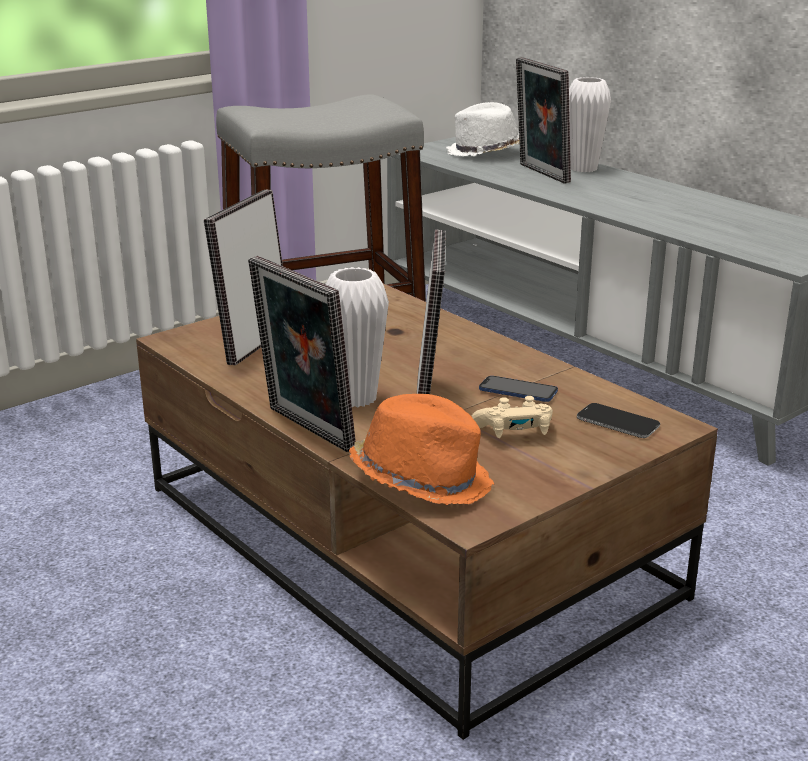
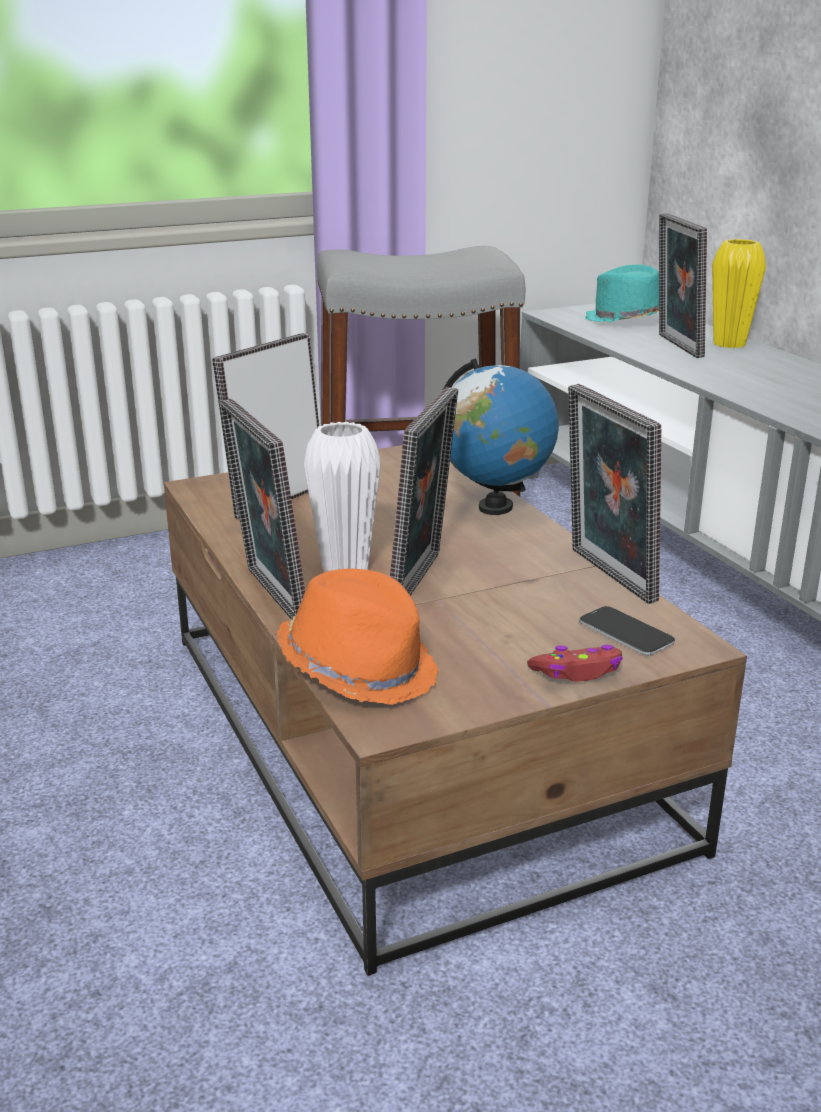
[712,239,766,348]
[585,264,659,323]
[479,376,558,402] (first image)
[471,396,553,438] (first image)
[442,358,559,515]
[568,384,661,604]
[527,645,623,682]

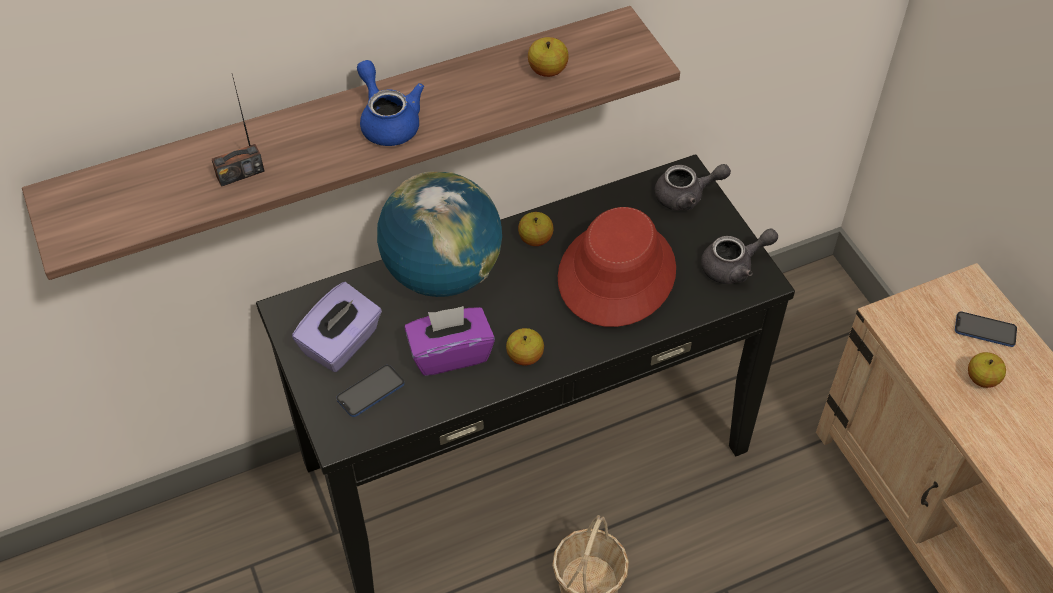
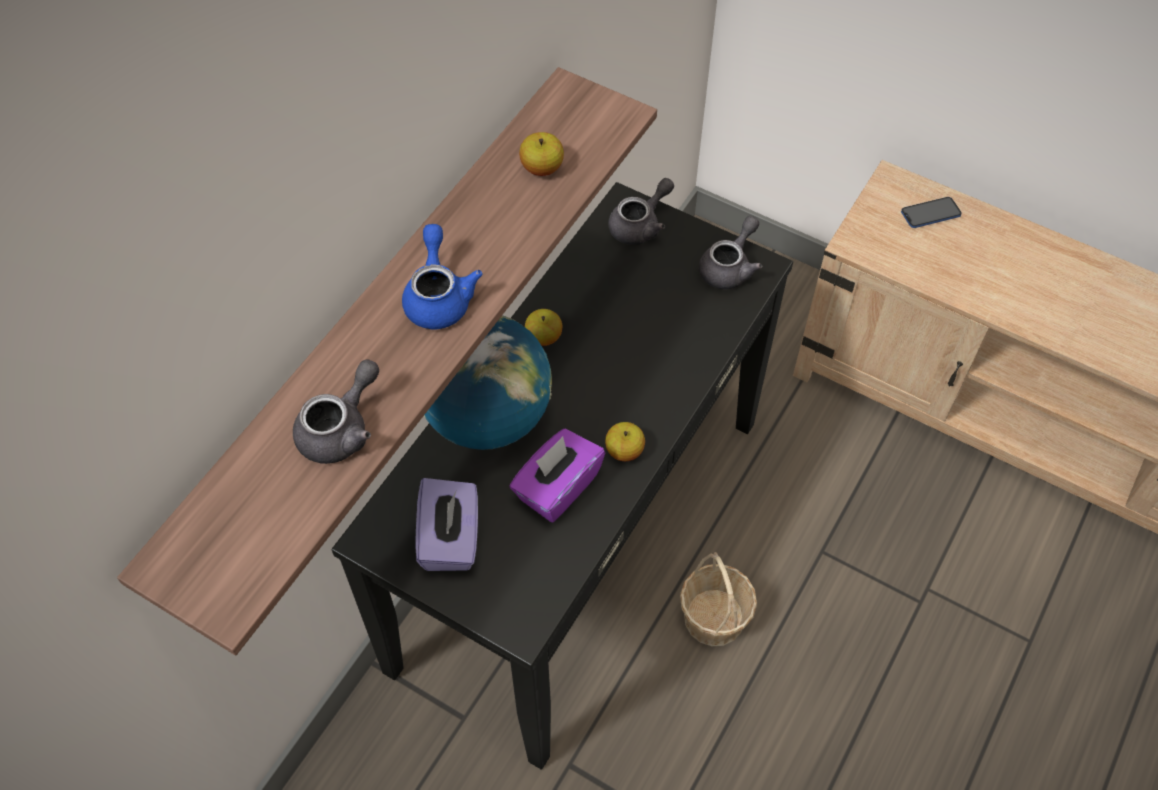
[402,224,482,329]
[293,359,379,464]
[558,207,676,327] (first image)
[968,352,1006,388] (first image)
[336,365,404,417] (first image)

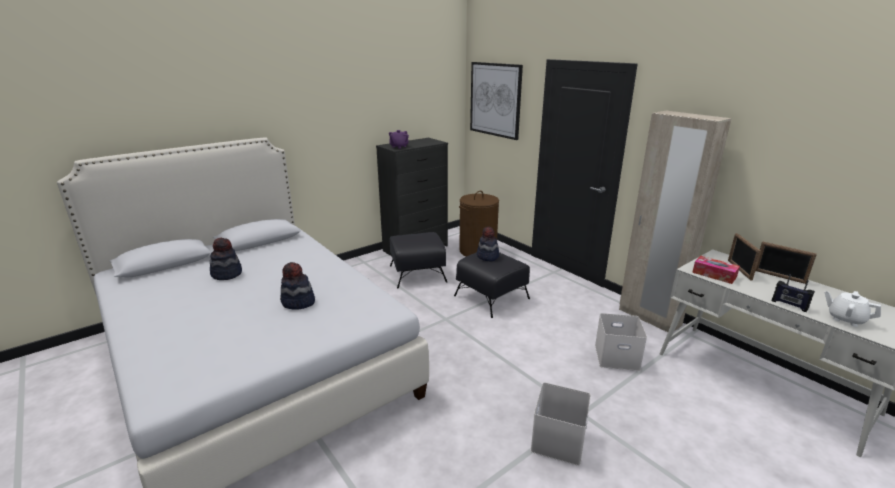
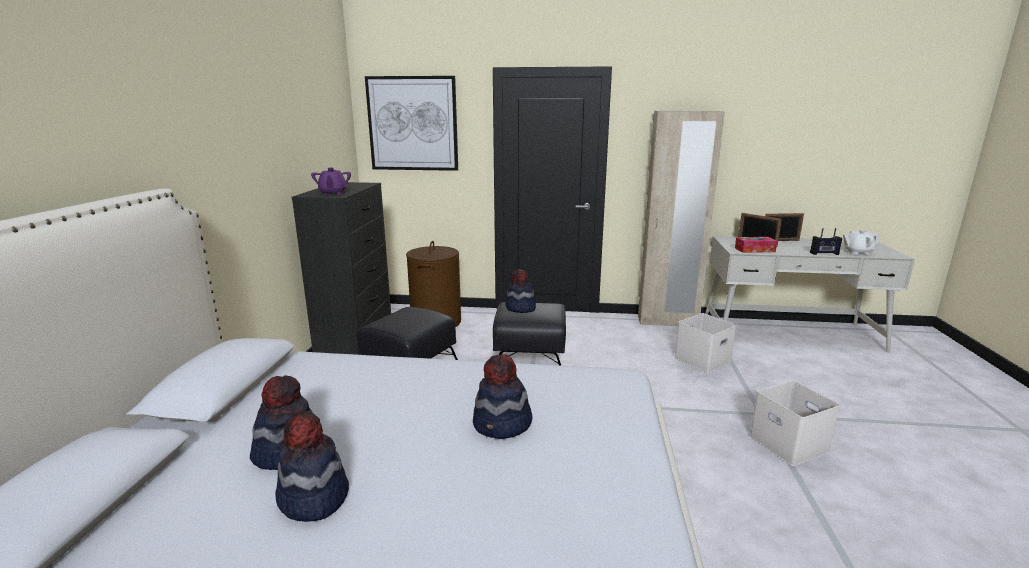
[275,411,349,522]

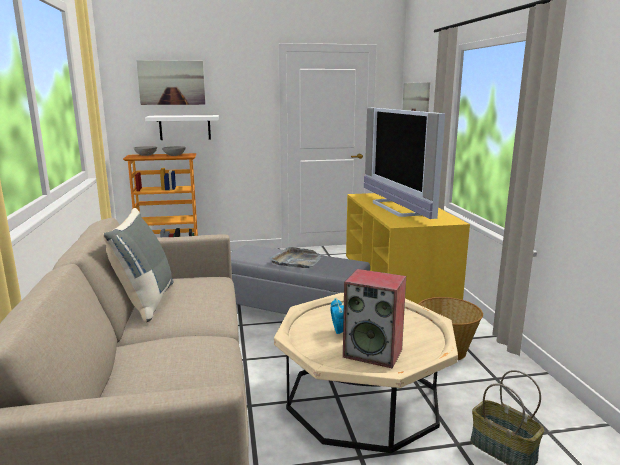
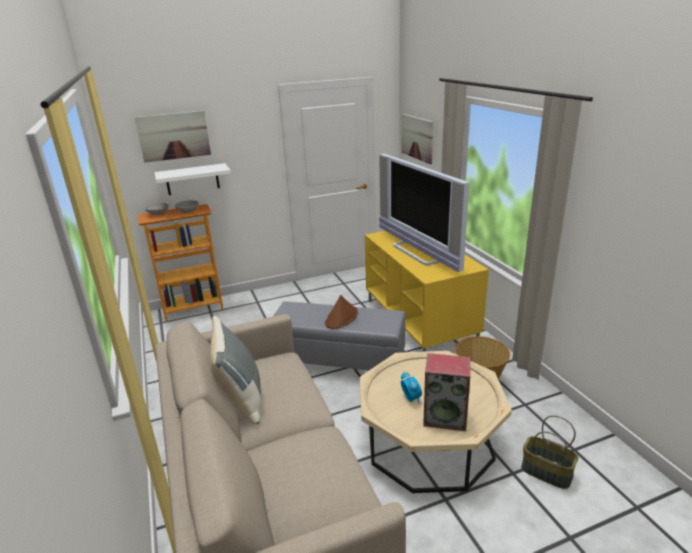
[325,295,358,329]

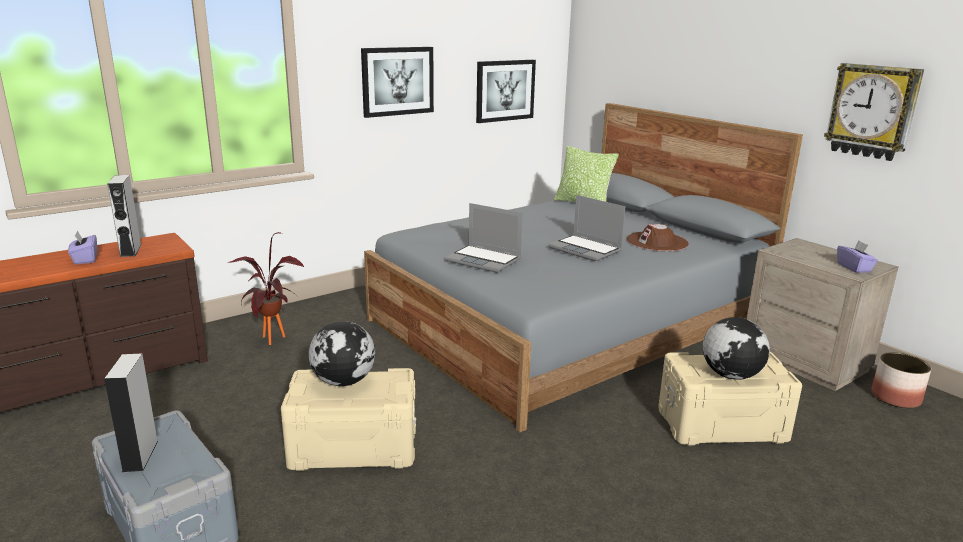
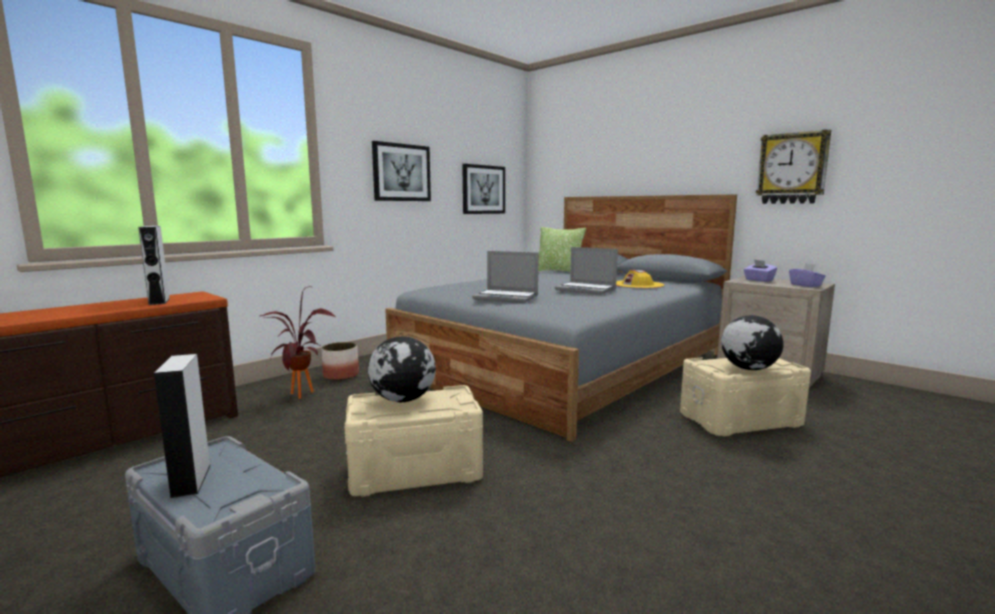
[616,270,664,289]
[744,260,777,282]
[321,342,359,380]

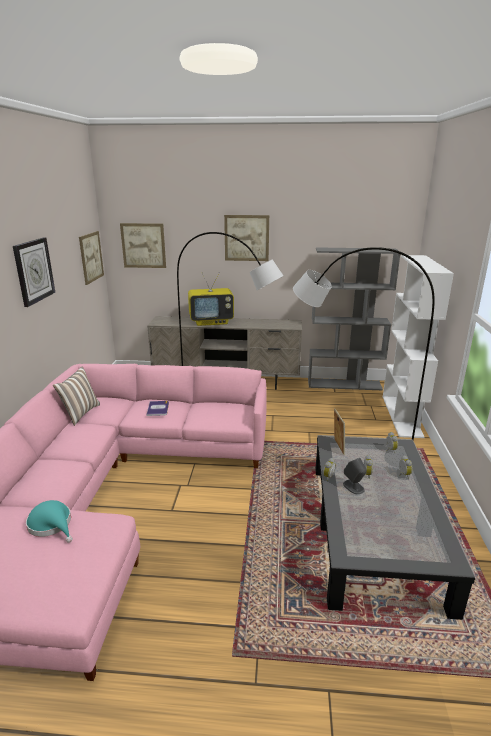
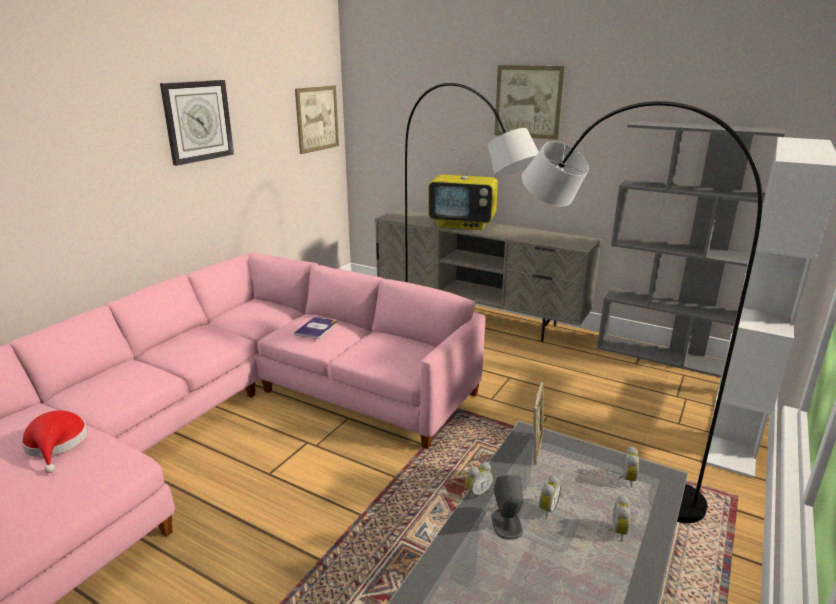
[120,223,166,268] (first image)
[53,367,100,426] (first image)
[21,410,88,473]

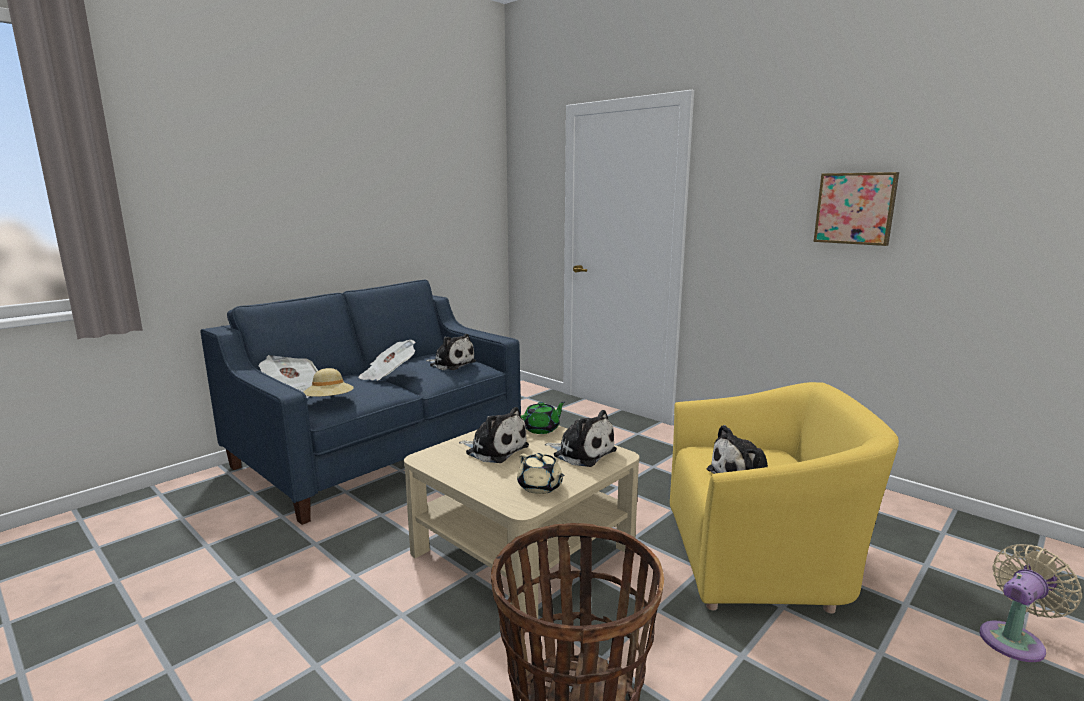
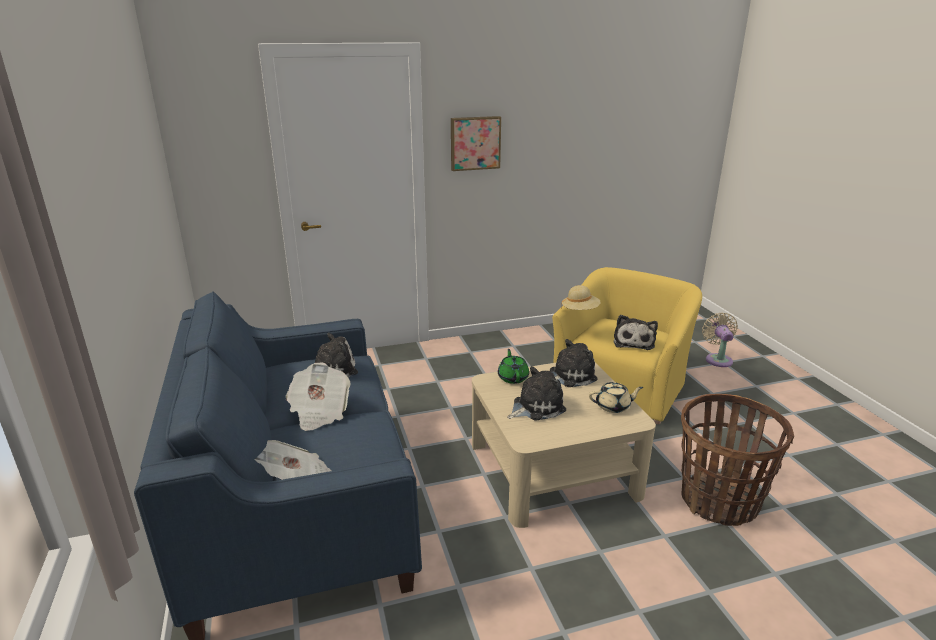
[451,116,501,171]
[561,285,601,310]

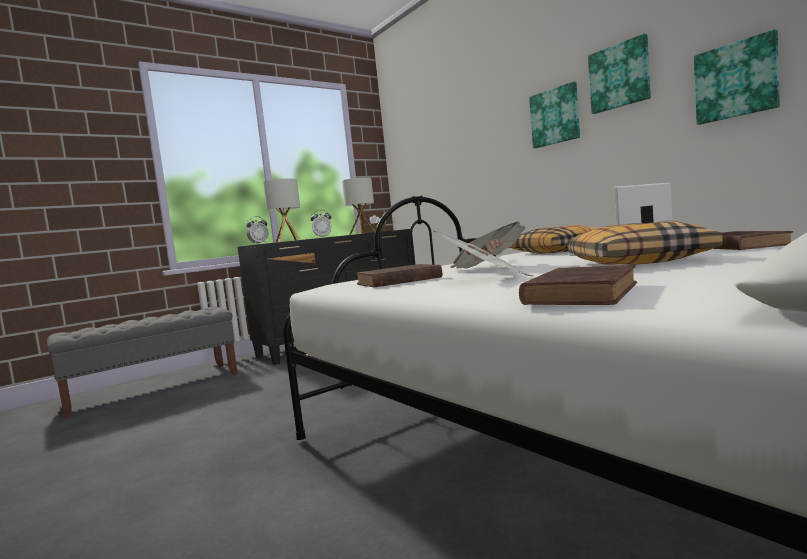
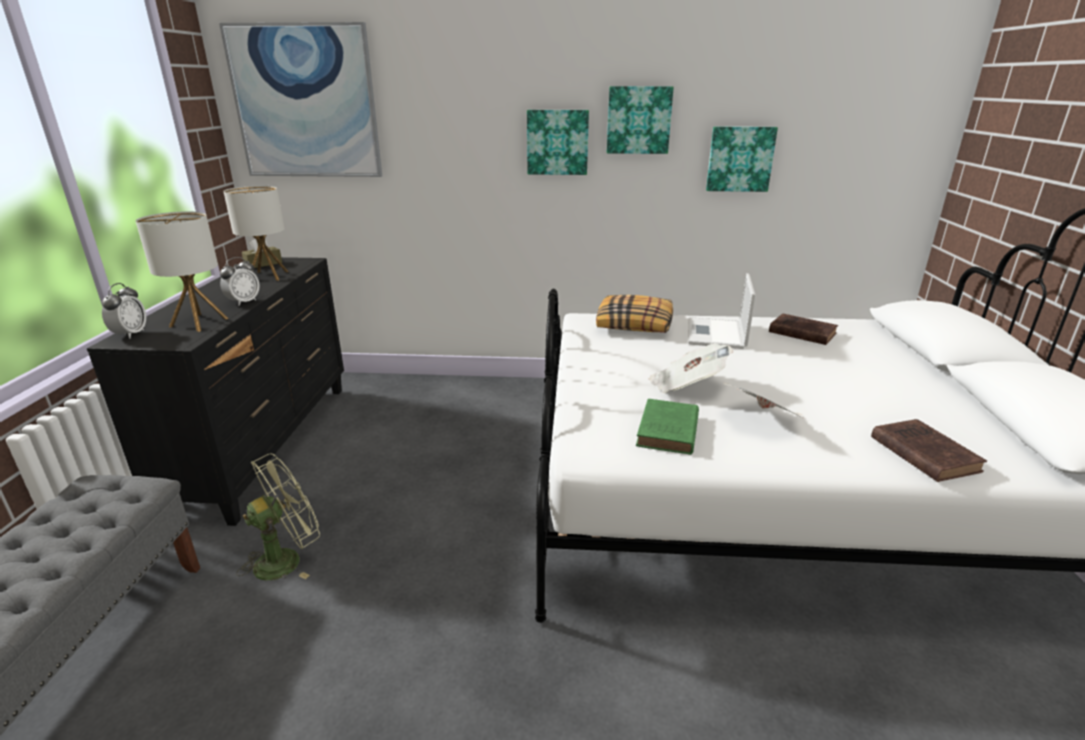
[568,221,723,265] (first image)
[636,399,699,455]
[219,22,382,177]
[236,453,320,580]

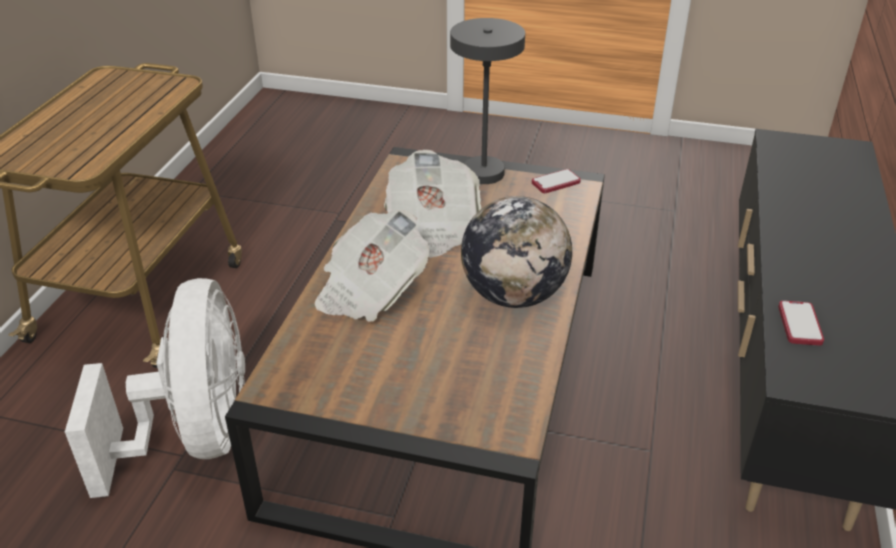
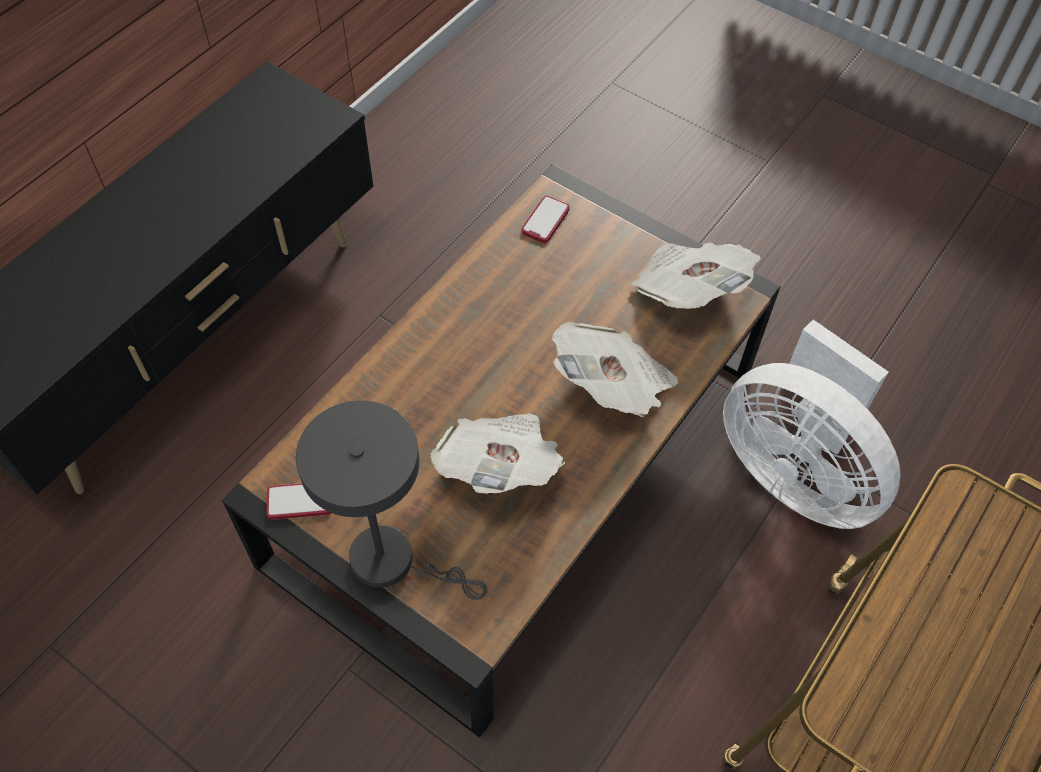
[461,196,572,308] (first image)
[723,320,901,529]
[521,196,570,243]
[630,242,761,309]

